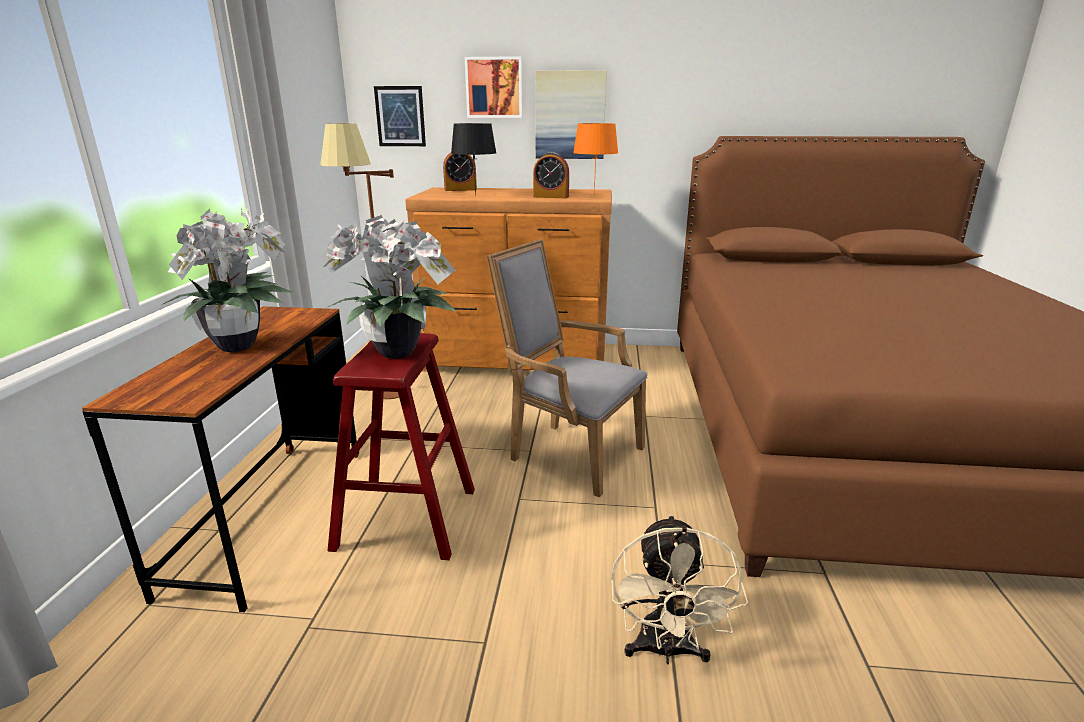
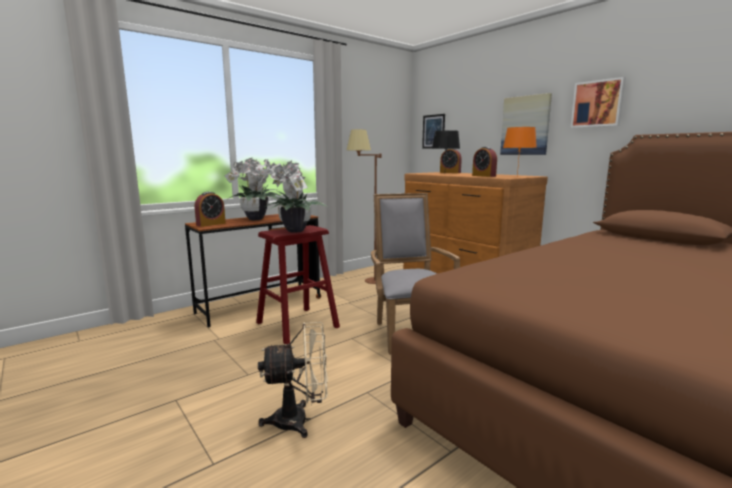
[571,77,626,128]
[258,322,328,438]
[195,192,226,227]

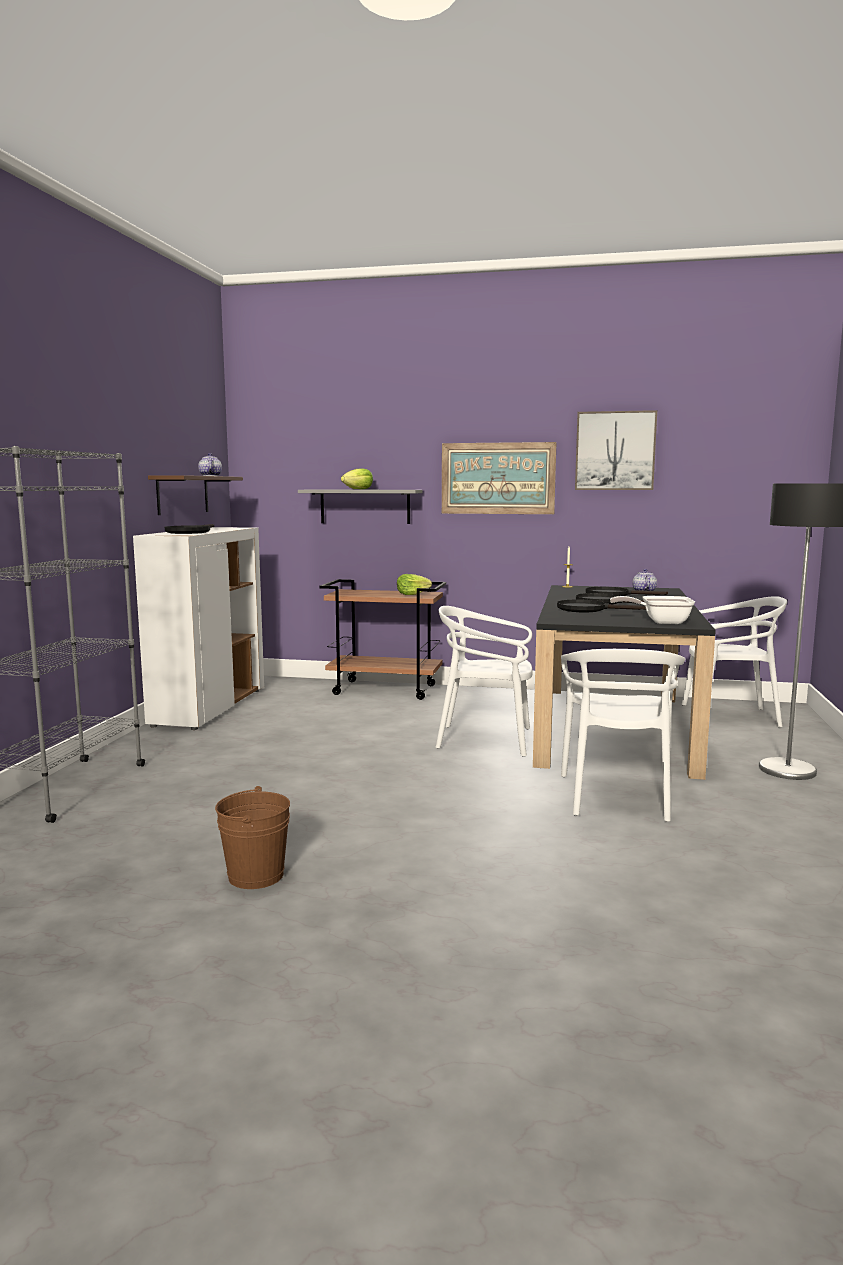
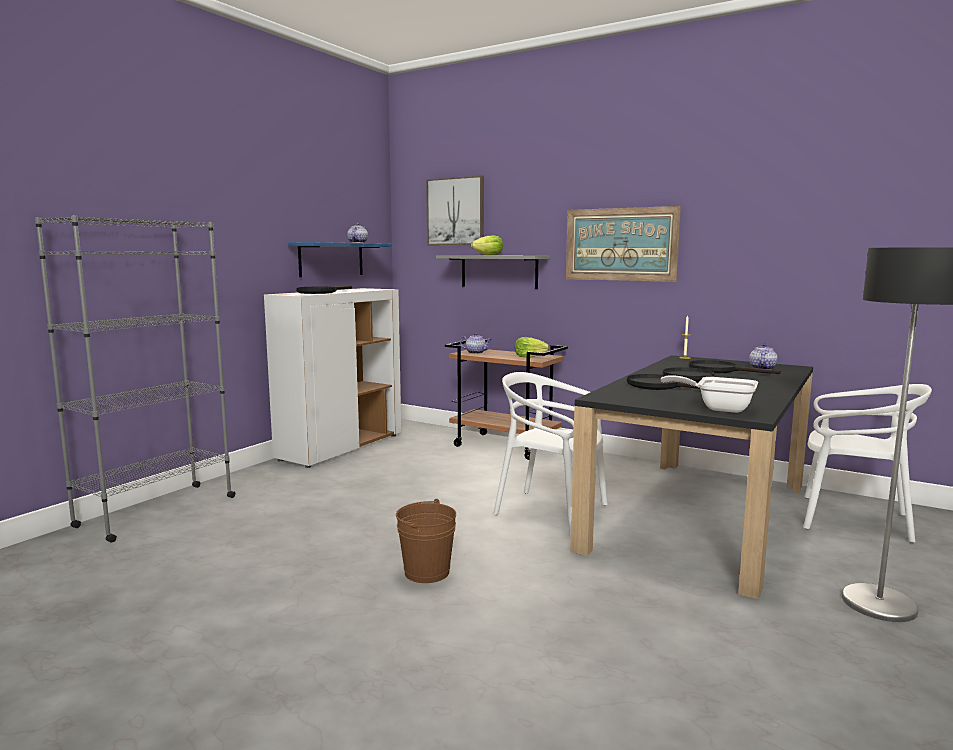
[426,175,484,245]
[288,242,392,277]
[561,649,685,822] (first image)
[396,499,456,583]
[460,333,492,354]

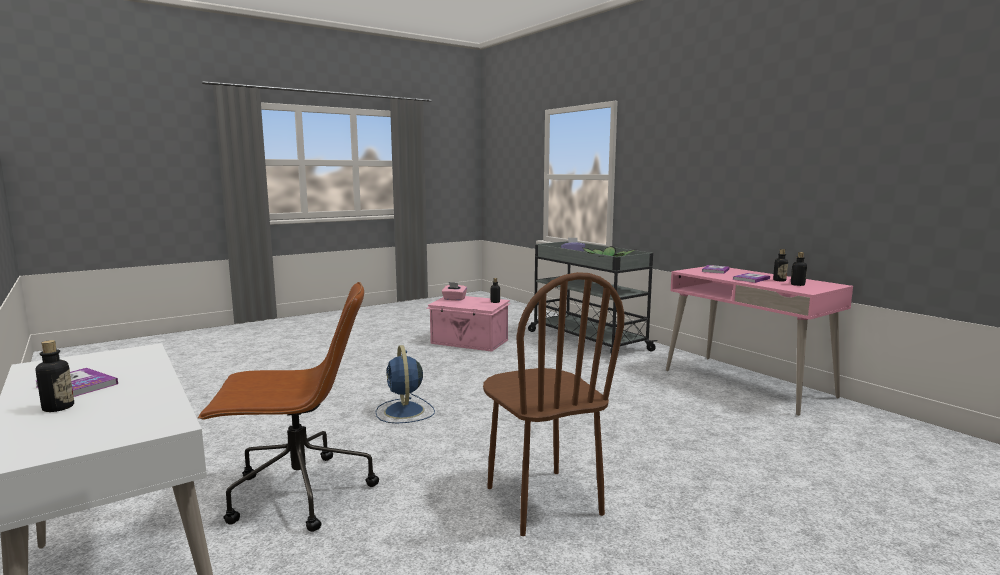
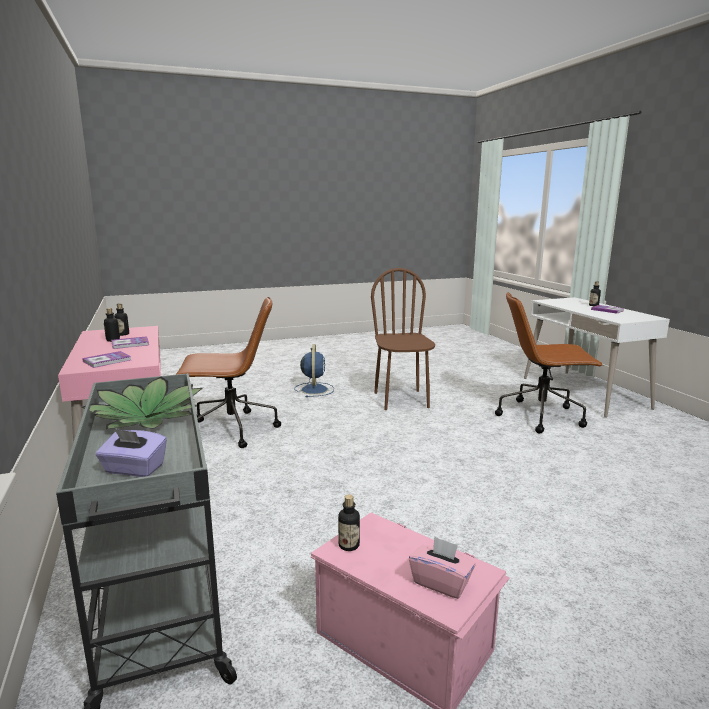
[294,344,334,397]
[175,297,281,448]

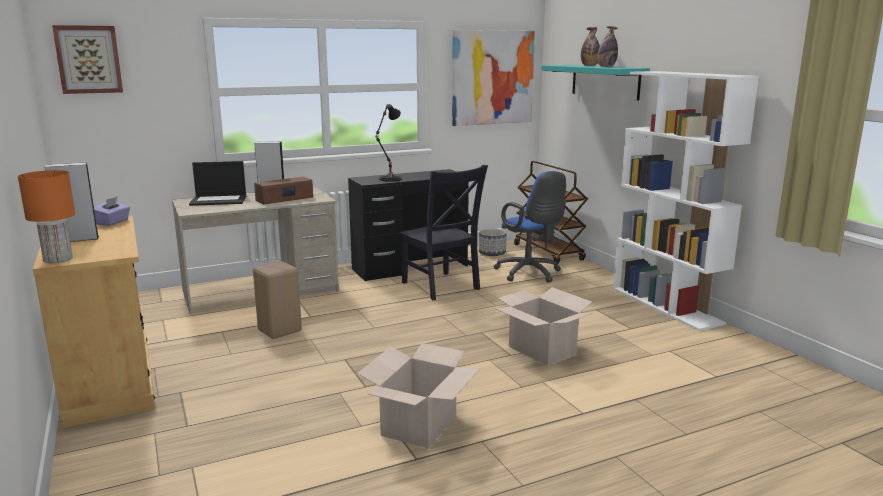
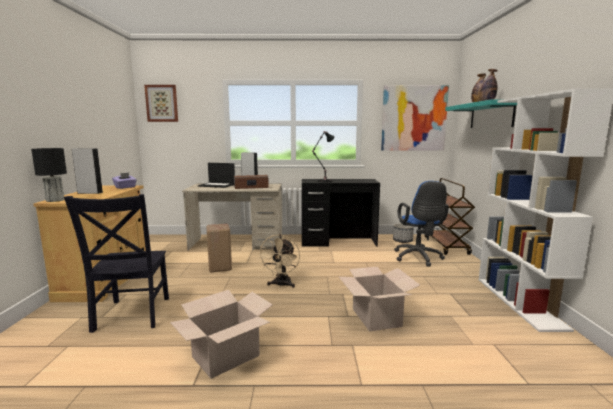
[64,194,169,333]
[31,148,67,202]
[258,234,300,288]

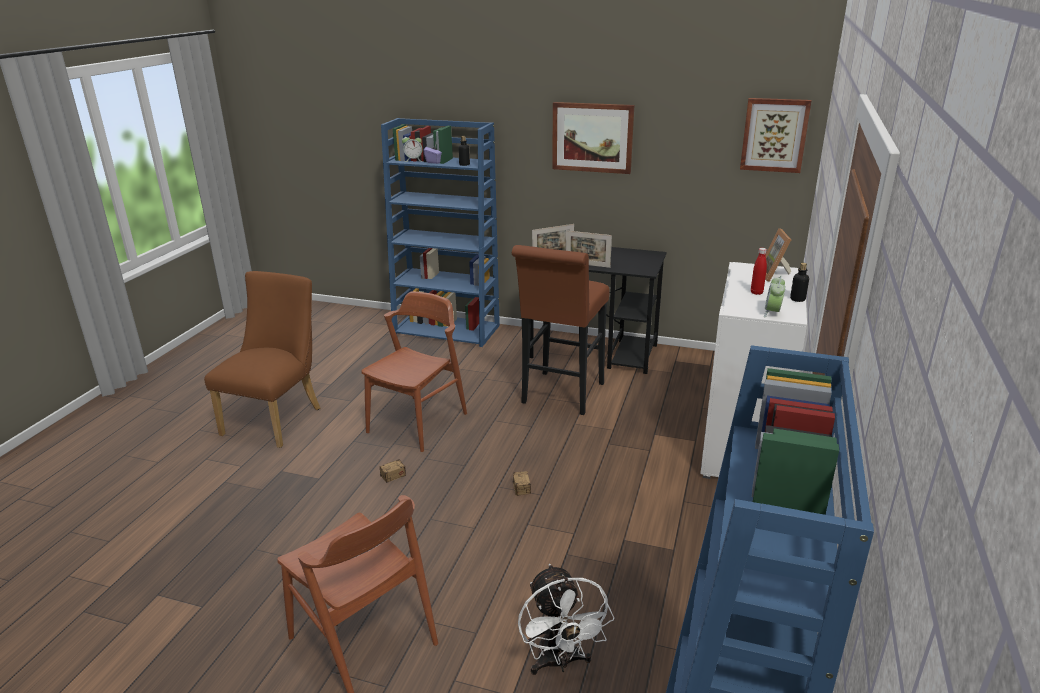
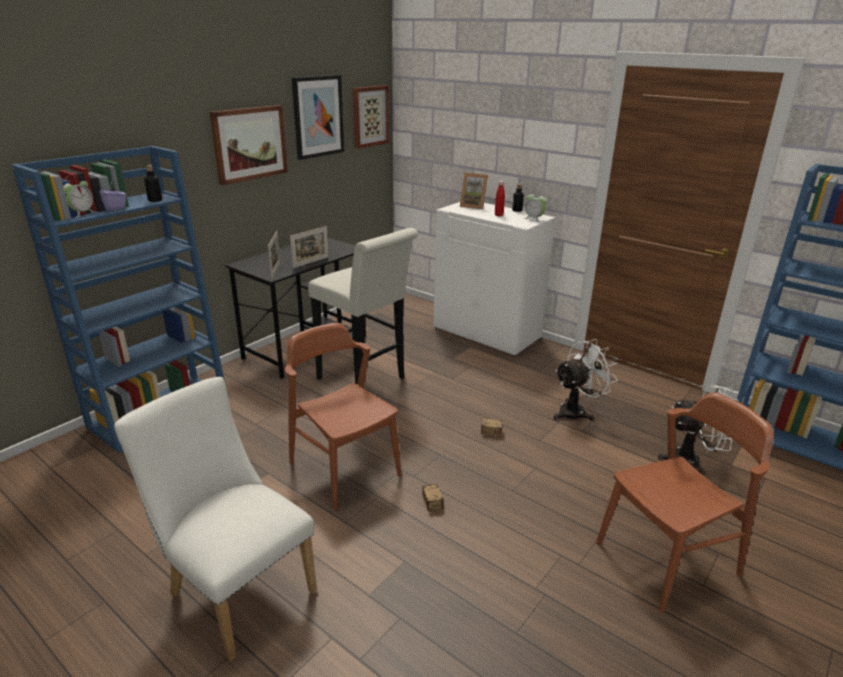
[308,228,418,384]
[114,377,317,661]
[292,75,344,160]
[553,339,618,421]

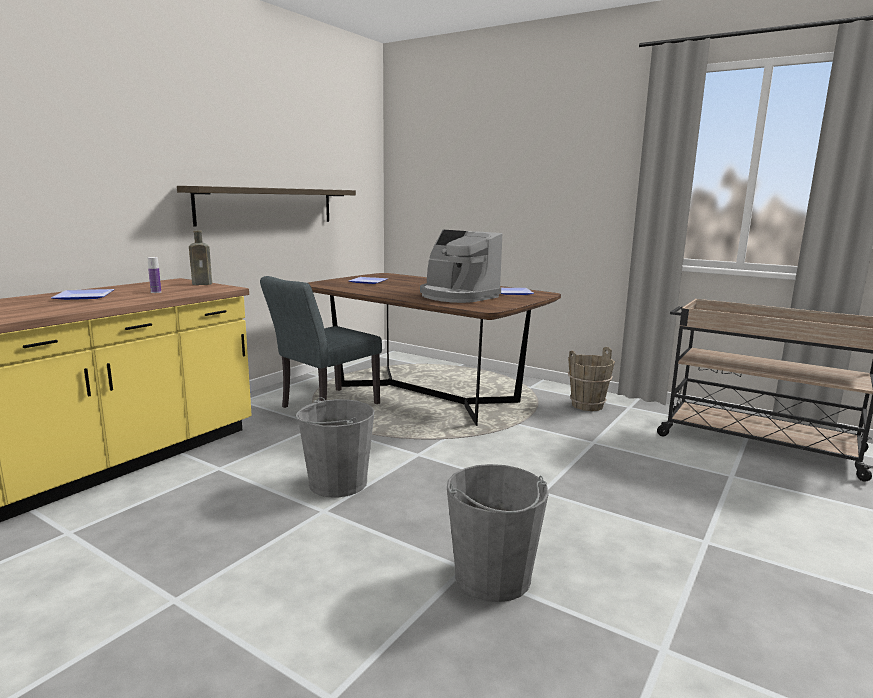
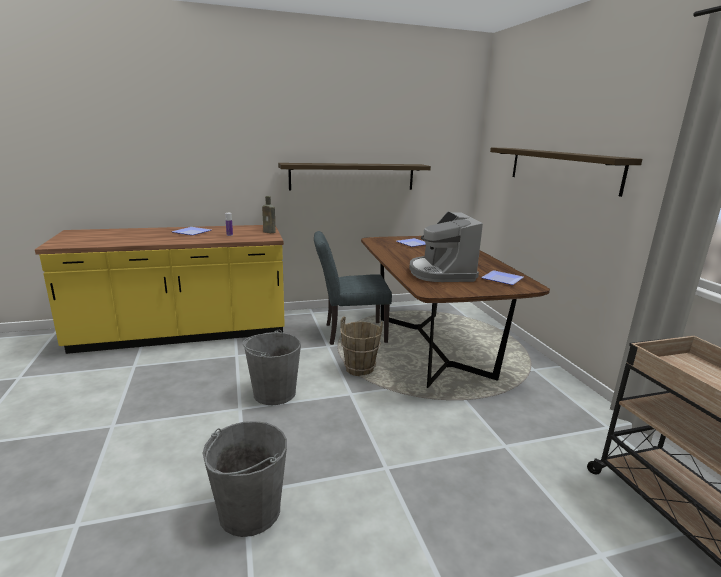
[340,316,383,376]
[490,148,642,197]

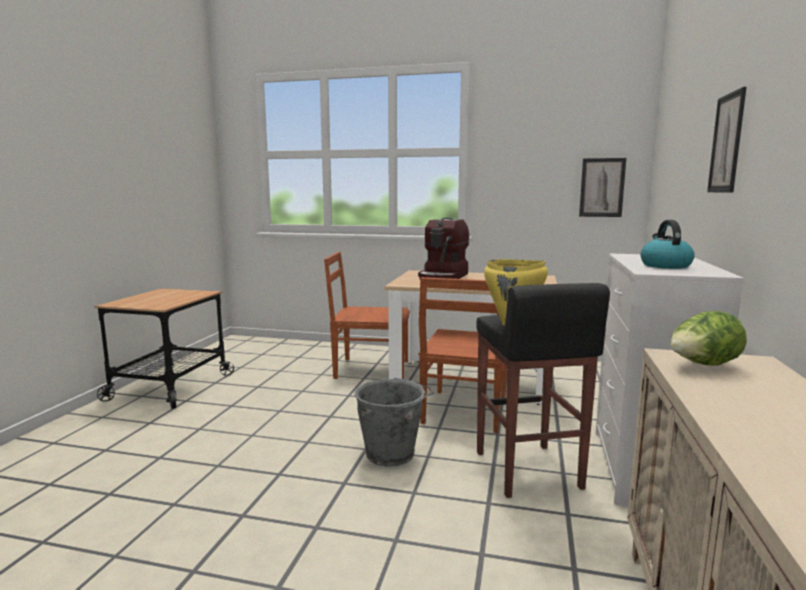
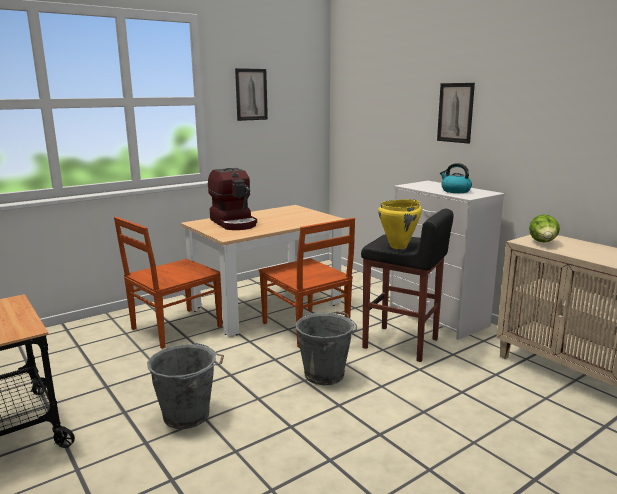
[235,68,268,121]
[147,343,224,429]

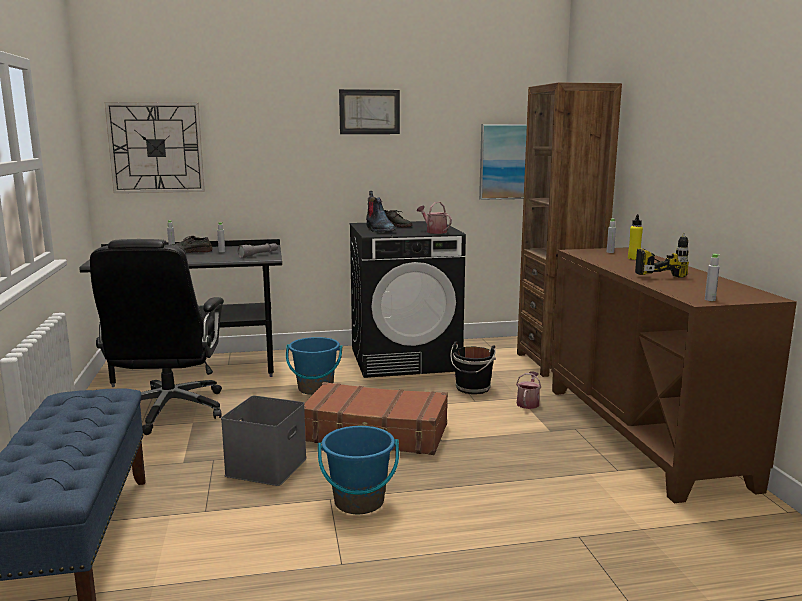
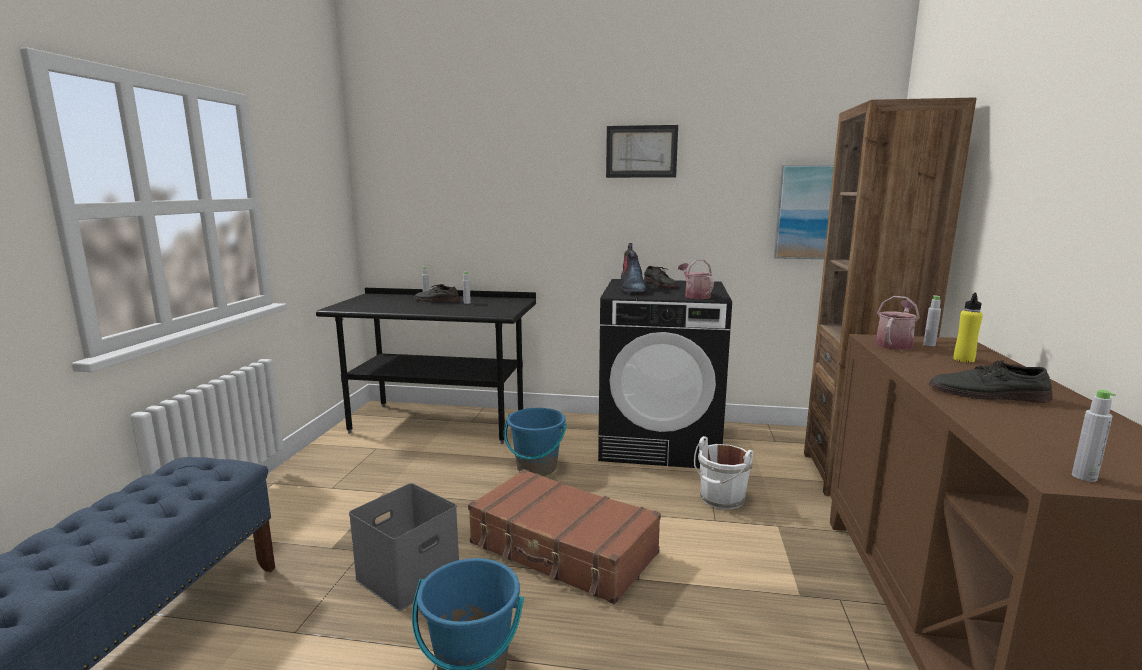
[104,102,205,193] (first image)
[929,360,1052,403]
[90,239,224,435] (first image)
[237,243,278,258] (first image)
[694,436,753,510]
[875,296,920,350]

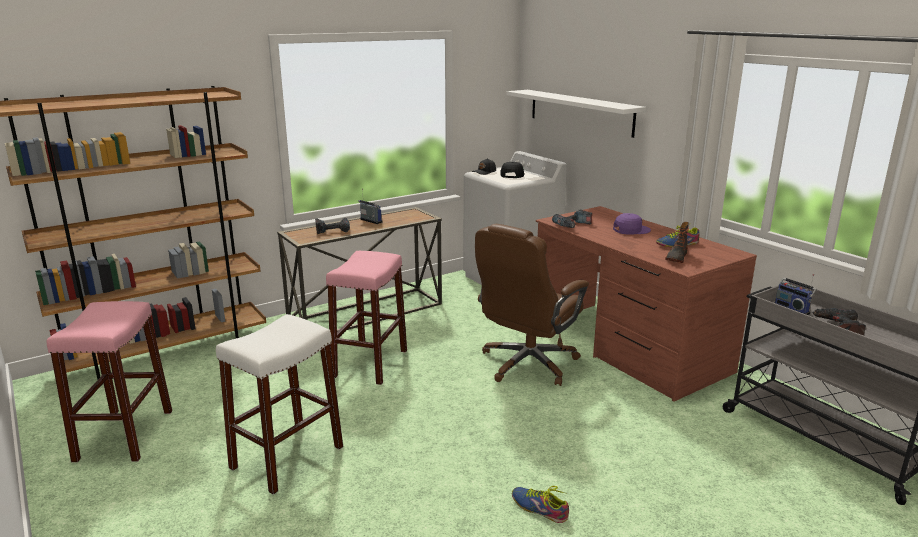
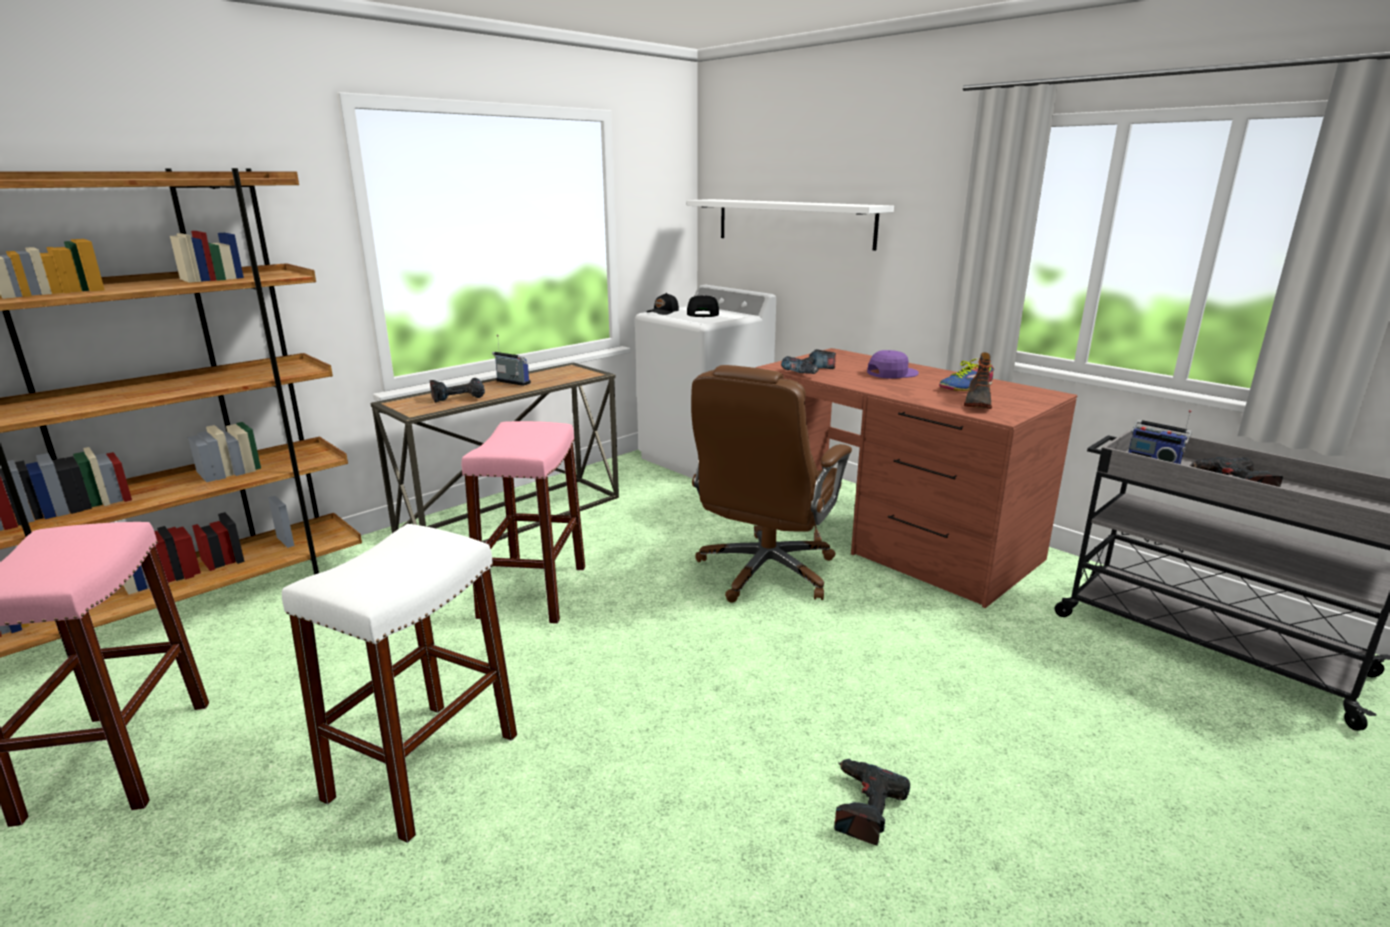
[834,759,910,846]

